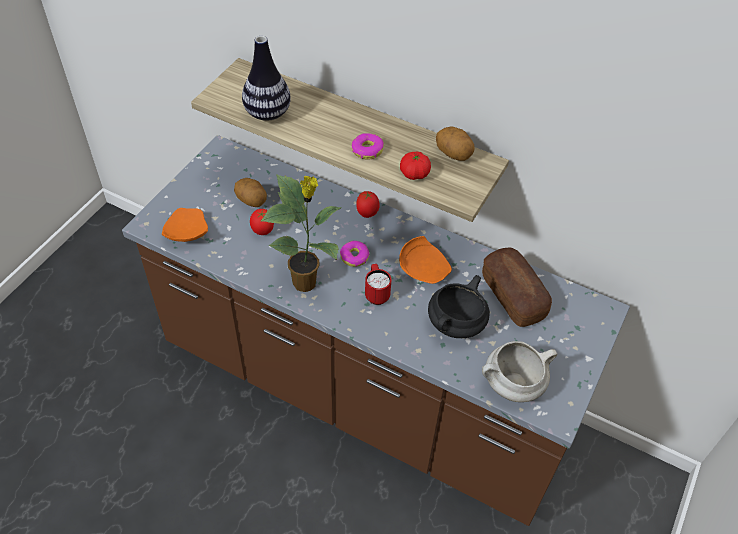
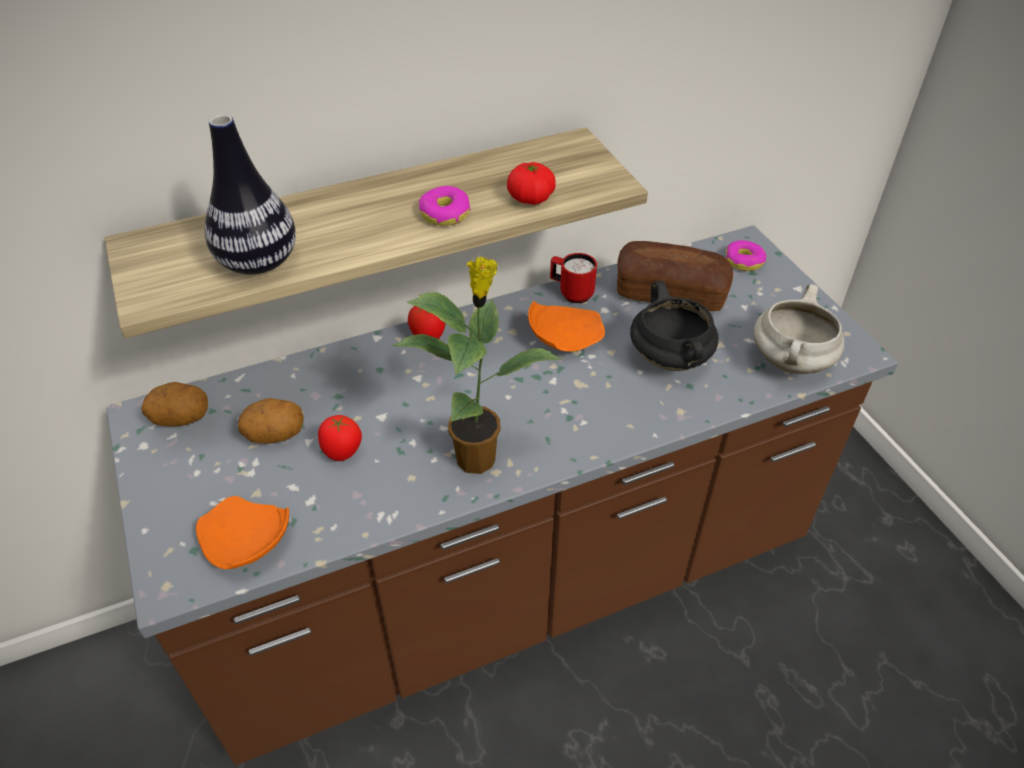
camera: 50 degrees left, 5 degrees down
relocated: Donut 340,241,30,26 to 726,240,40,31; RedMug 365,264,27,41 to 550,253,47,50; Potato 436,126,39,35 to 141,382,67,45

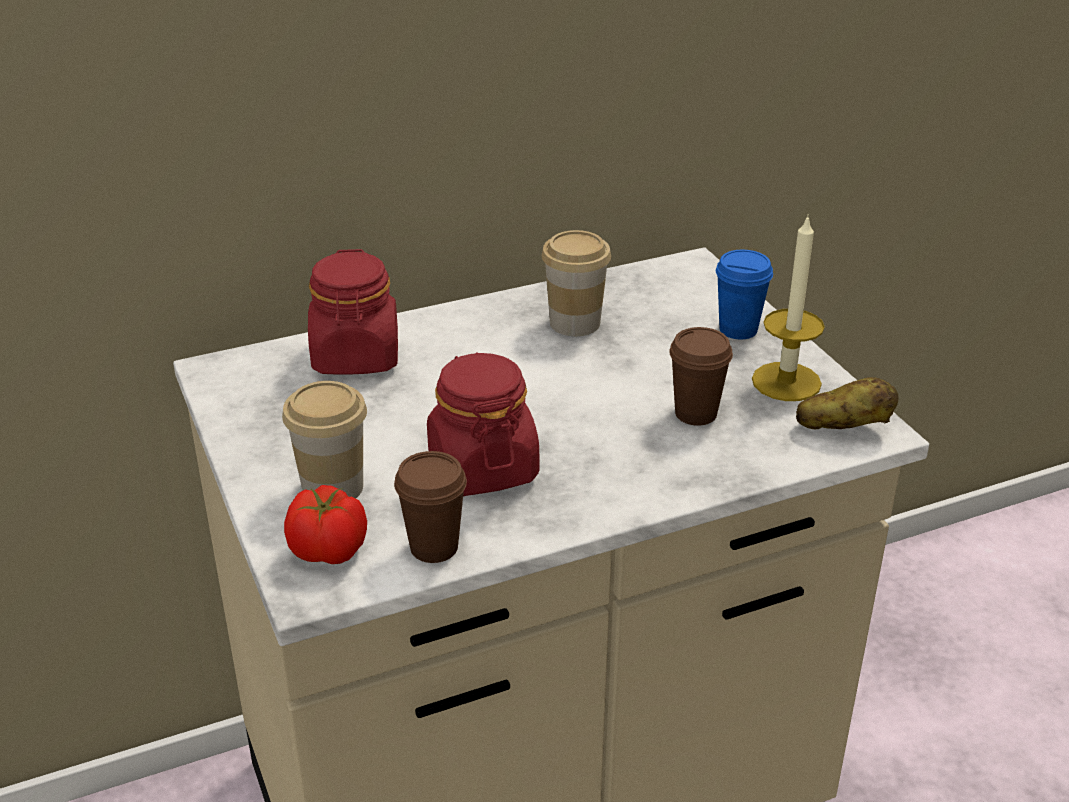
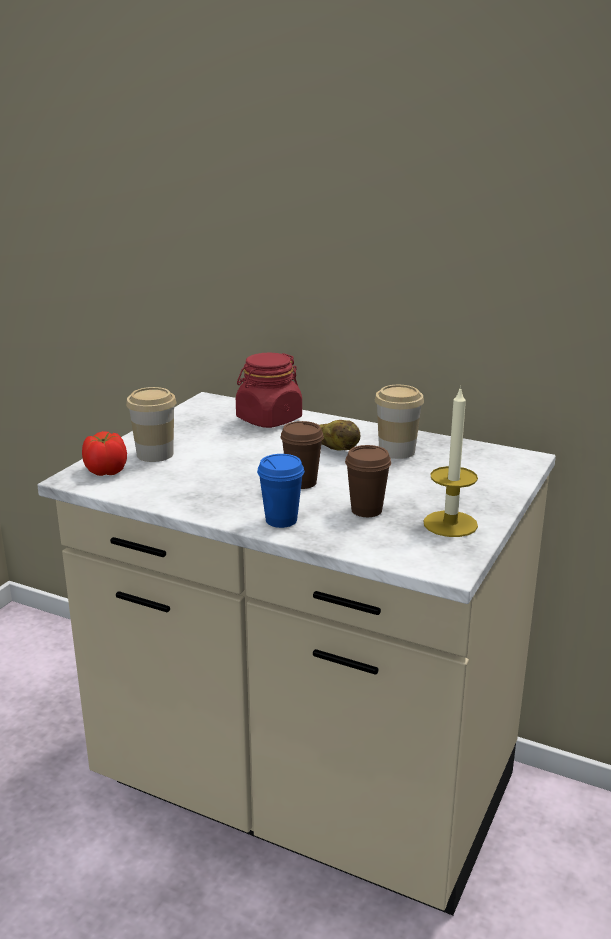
camera: 50 degrees right, 10 degrees down
missing: RedJar 427,352,113,144
relocated: BrownCup 394,451,73,112 to 280,421,44,68; BlueCup 716,250,57,89 to 257,454,47,74; Potato 796,377,102,52 to 319,420,42,30

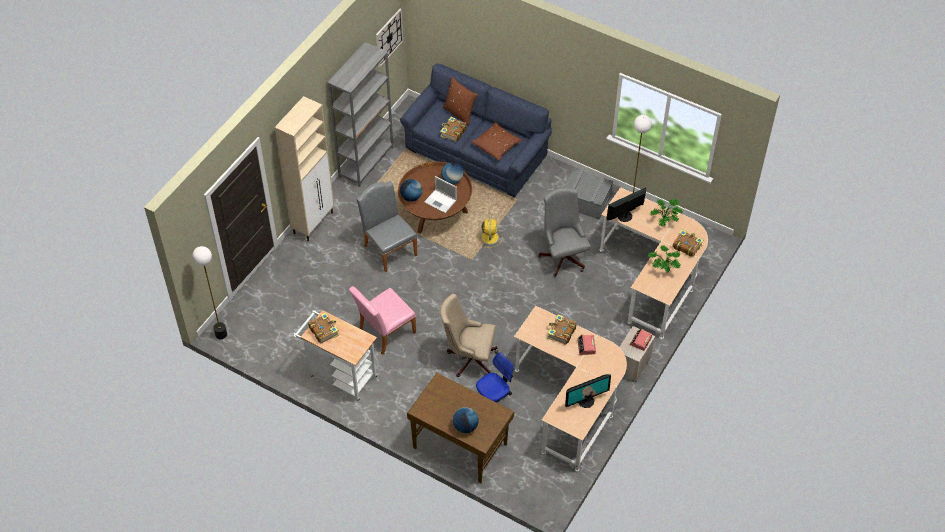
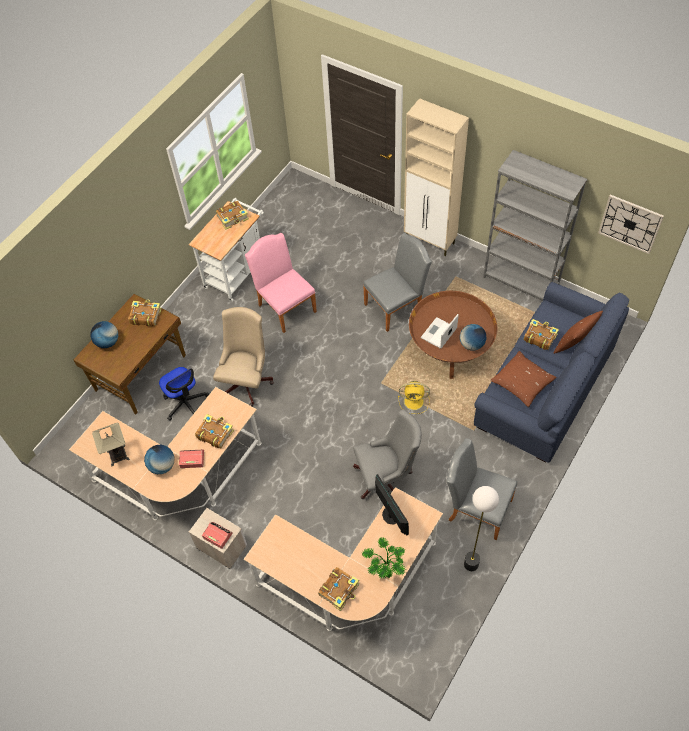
camera: 95 degrees right, 5 degrees up
missing: FloorLamp 192,246,35,93; PottedPlant 648,246,33,26
appeared: Book 128,300,34,27
relocated: Globe 400,179,22,23 to 144,445,31,29
exchanged: GreyStorageBox 564,168,49,52 to GreyChair 446,438,71,102; Monitor 565,374,46,34 to TableLamp 92,422,38,45

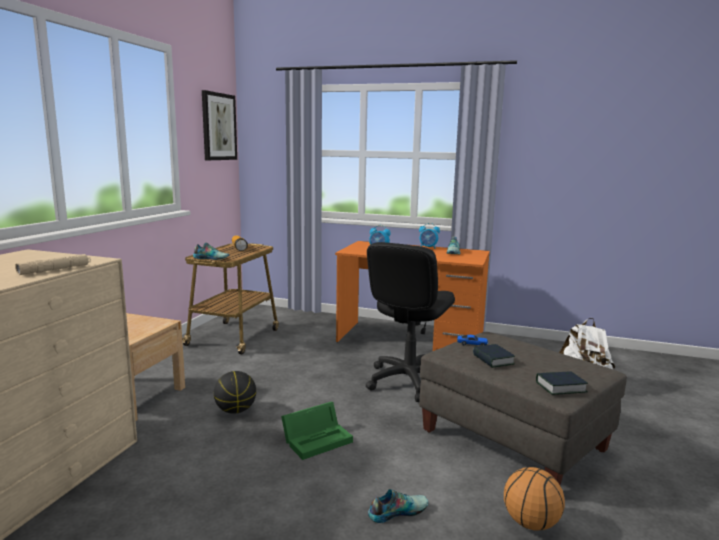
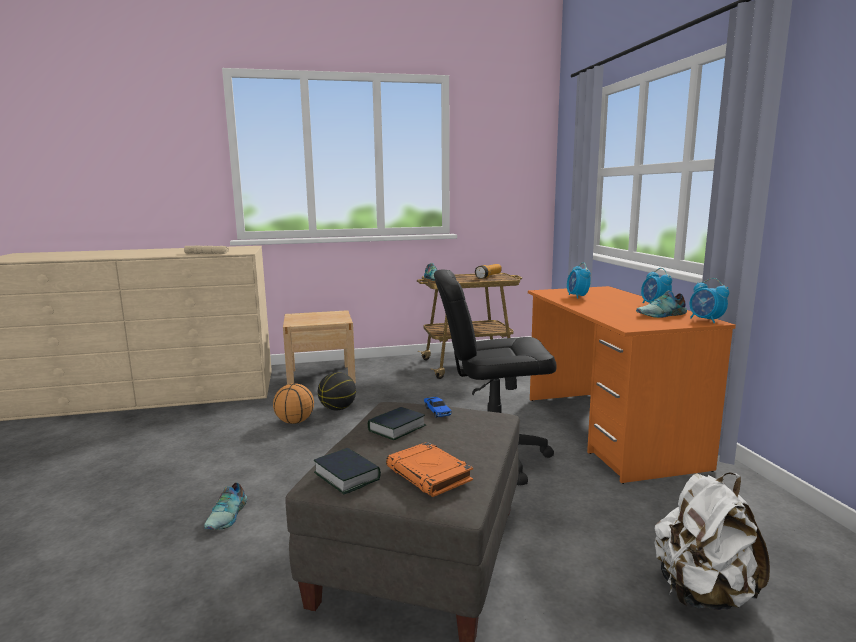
camera: 60 degrees right, 0 degrees up
missing: Picture 202,90,35,70; GreenStorageBox 281,402,72,58
appeared: OrangeBook 386,442,87,55; AlarmClock 690,278,39,45
relocated: Basketball 504,467,61,64 to 273,383,41,41
spun: Shoe 368,489,61,34 = 204,483,43,47 60 degrees clockwise

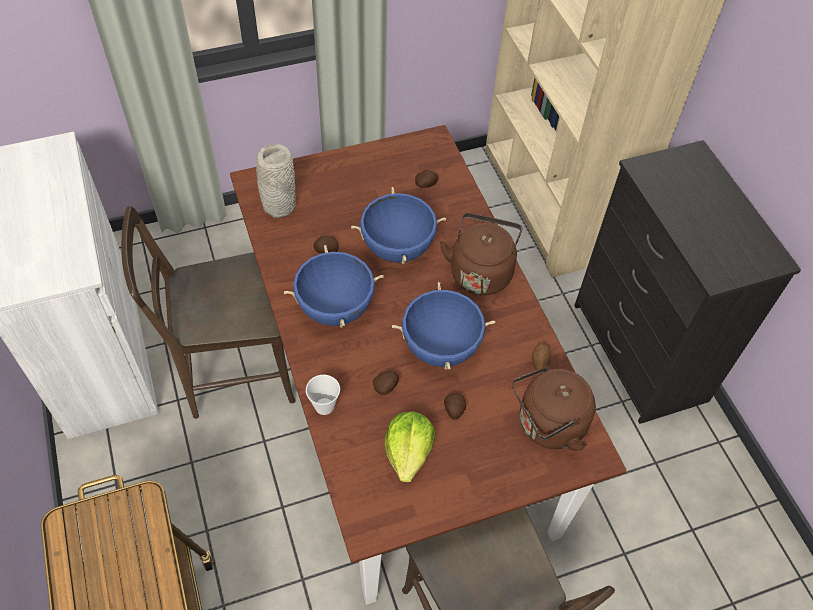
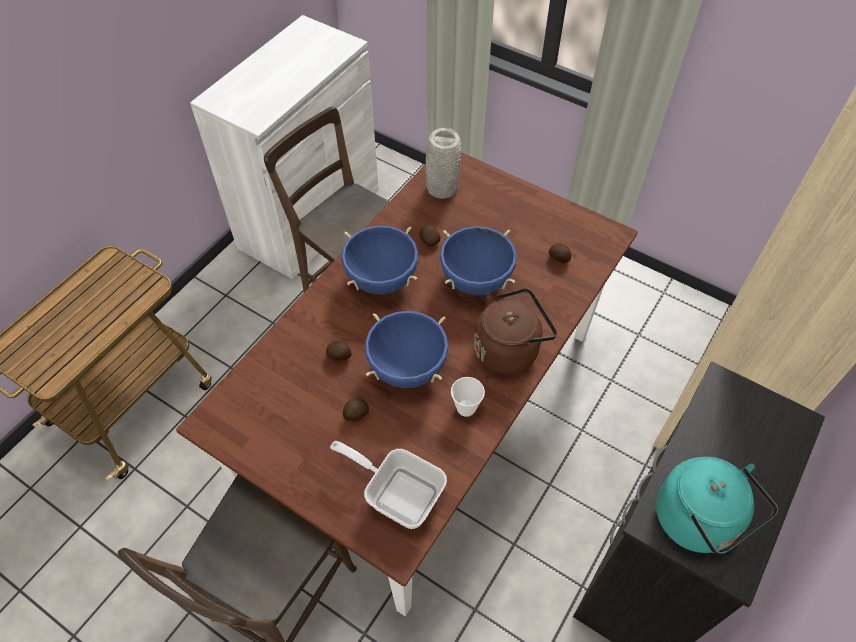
camera: 55 degrees right, 0 degrees up
missing: Lettuce 385,411,50,71; Potato 532,343,19,27
appeared: TurquoiseKettle 656,457,122,97
relocated: Cup 306,375,34,40 to 451,377,34,40
exchanged: BrownKettle 512,366,84,85 to FryingPan 330,441,117,88

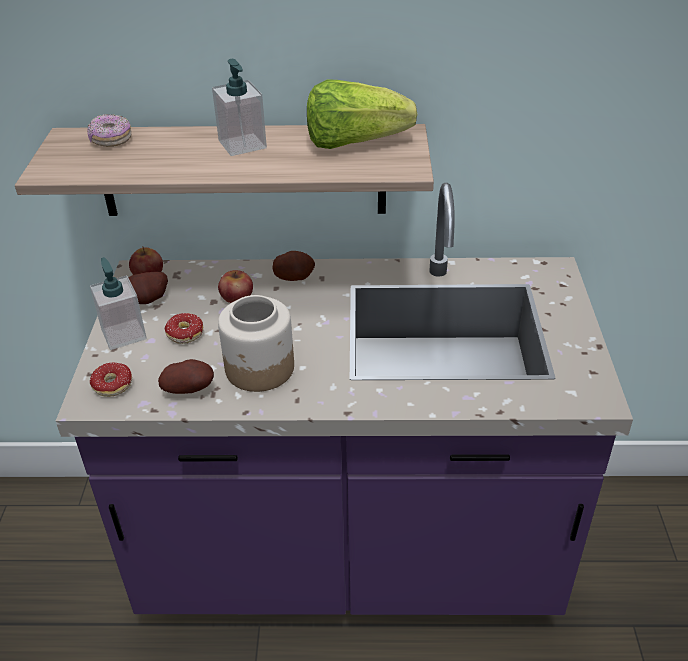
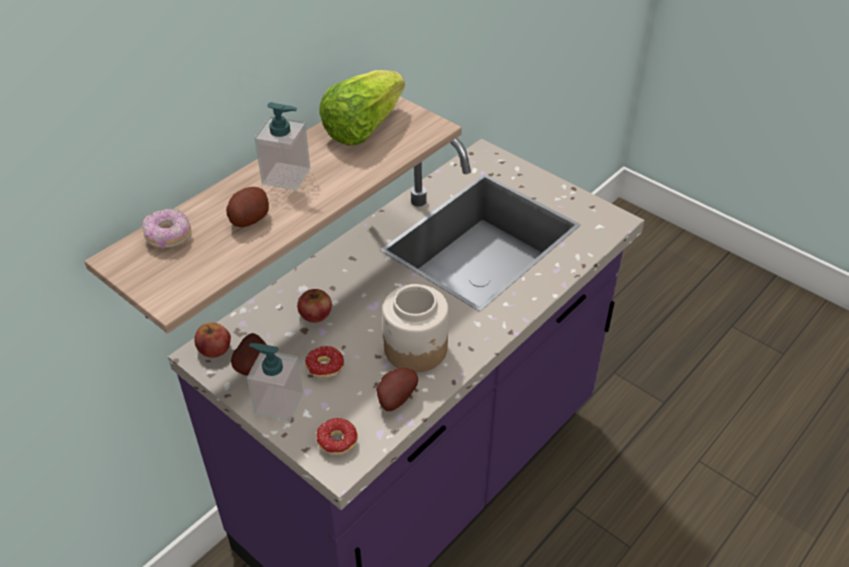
camera: 50 degrees left, 5 degrees up
relocated: Potato 272,251,43,30 to 226,187,43,40

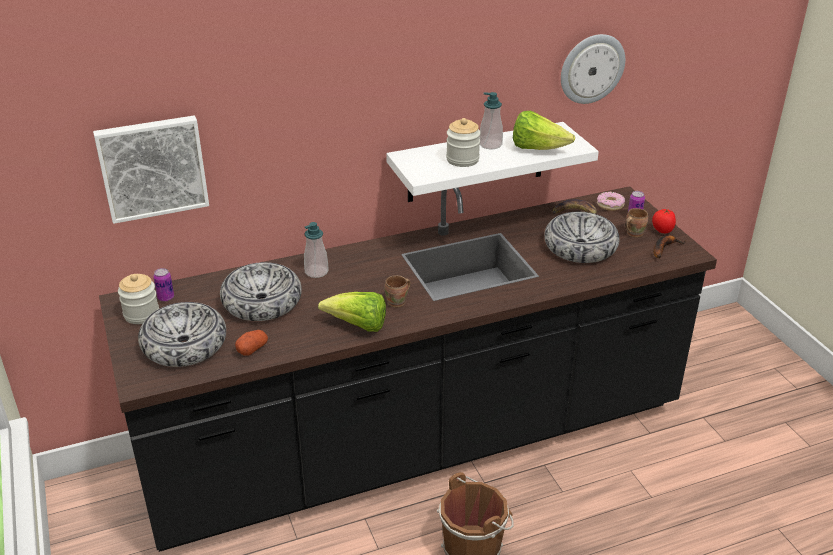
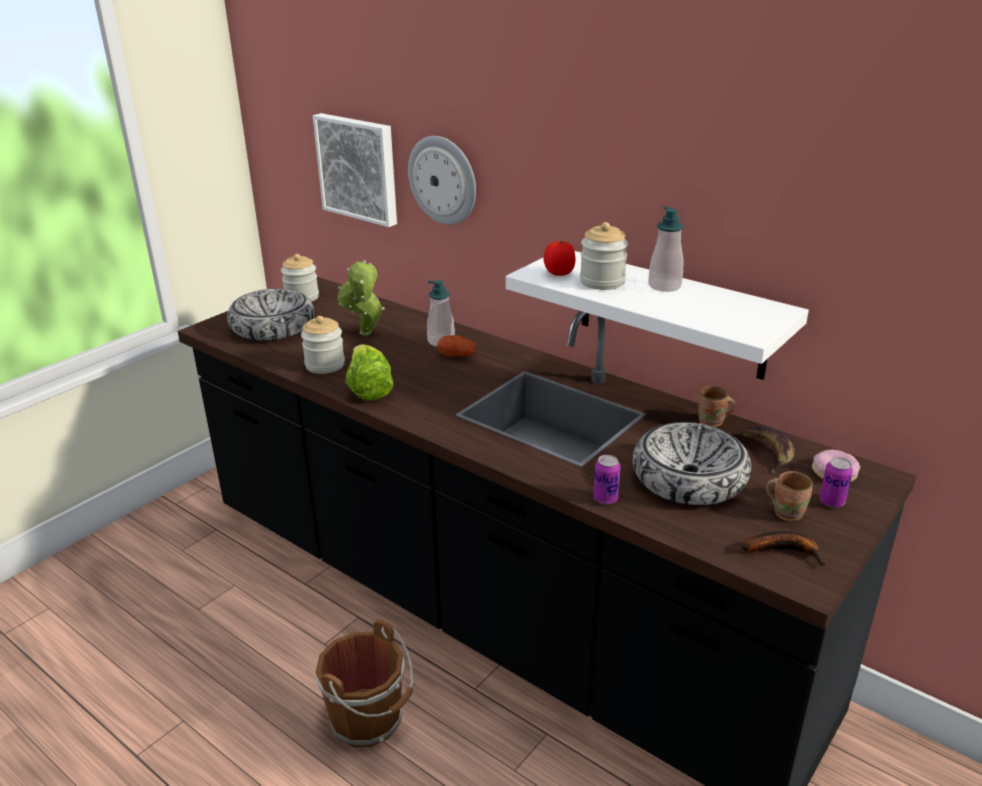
camera: 60 degrees right, 5 degrees down
missing: Lettuce 513,111,62,39
appeared: Jar 301,316,44,58
relocated: Can 153,268,21,33 to 594,455,26,50; Potato 235,330,33,25 to 437,335,39,22; BrownMug 384,275,27,33 to 698,386,38,41; WallClock 561,34,64,70 to 408,136,68,89; Tomato 652,209,24,24 to 544,241,31,35
exchanged: Bowl 220,262,82,59 to PottedPlant 337,260,48,76

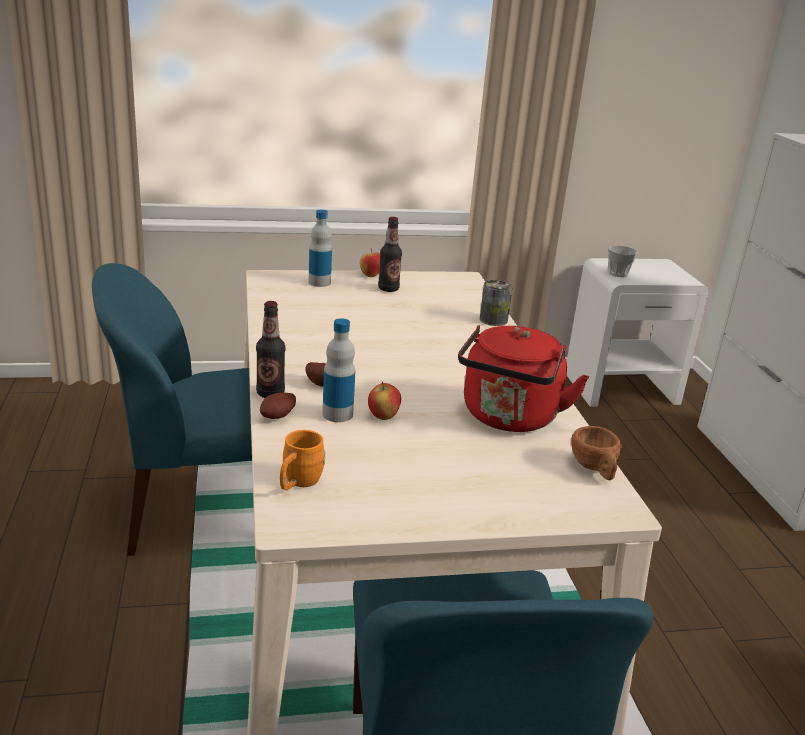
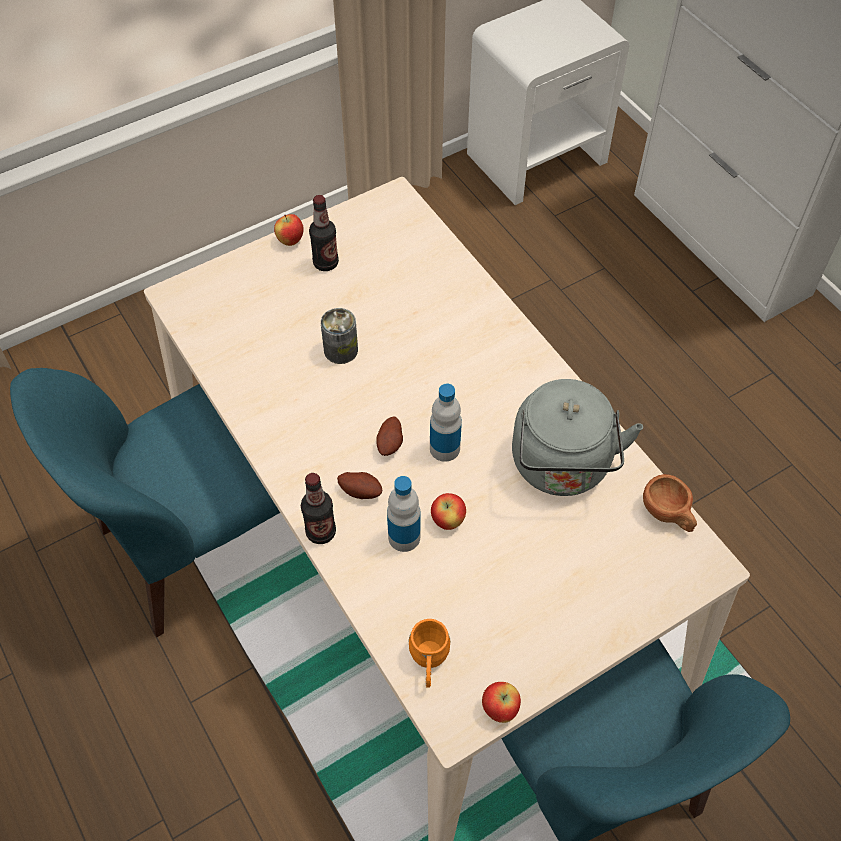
camera: 20 degrees left, 30 degrees up
missing: Cup 608,245,29,32
appeared: Apple 482,682,39,41
relocated: Potato 260,393,36,26 to 376,416,27,40; Bottle 309,210,23,77 to 430,383,32,79; Can 480,280,32,46 to 321,308,37,56
colour: RedKettle 458,325,132,107 to GreyKettle 512,379,131,117

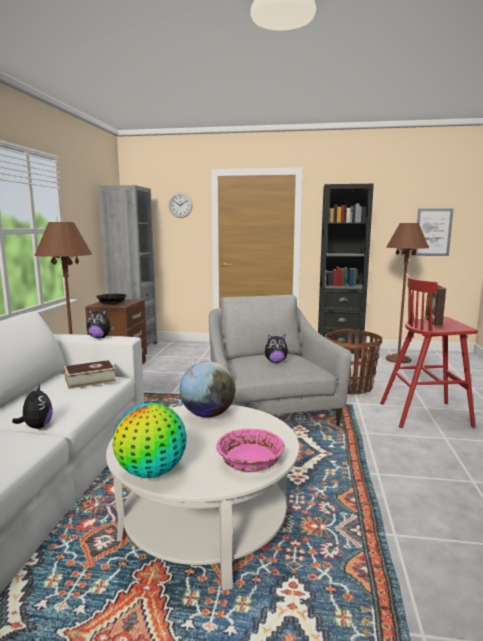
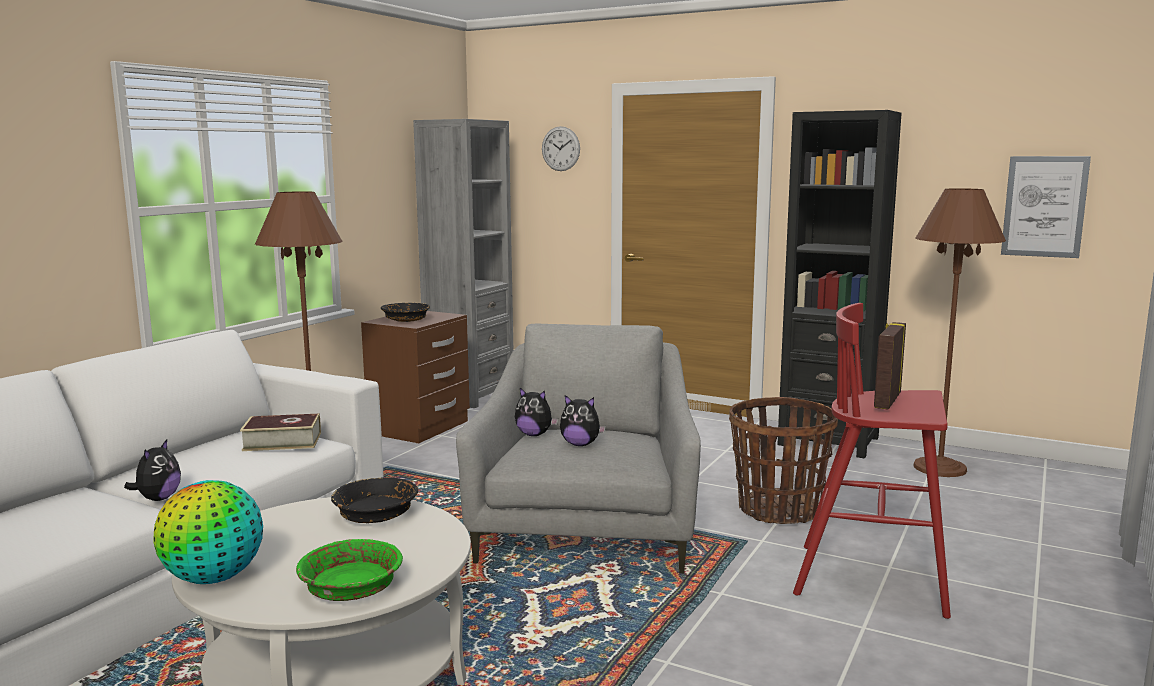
camera: 20 degrees right, 0 degrees up
relocated: PlushToy 86,309,29,29 to 515,388,43,48
exchanged: Globe 180,361,56,57 to BlackBowl 331,477,87,46
colour: PinkBowl 216,429,69,43 to GreenBowl 296,539,107,62

